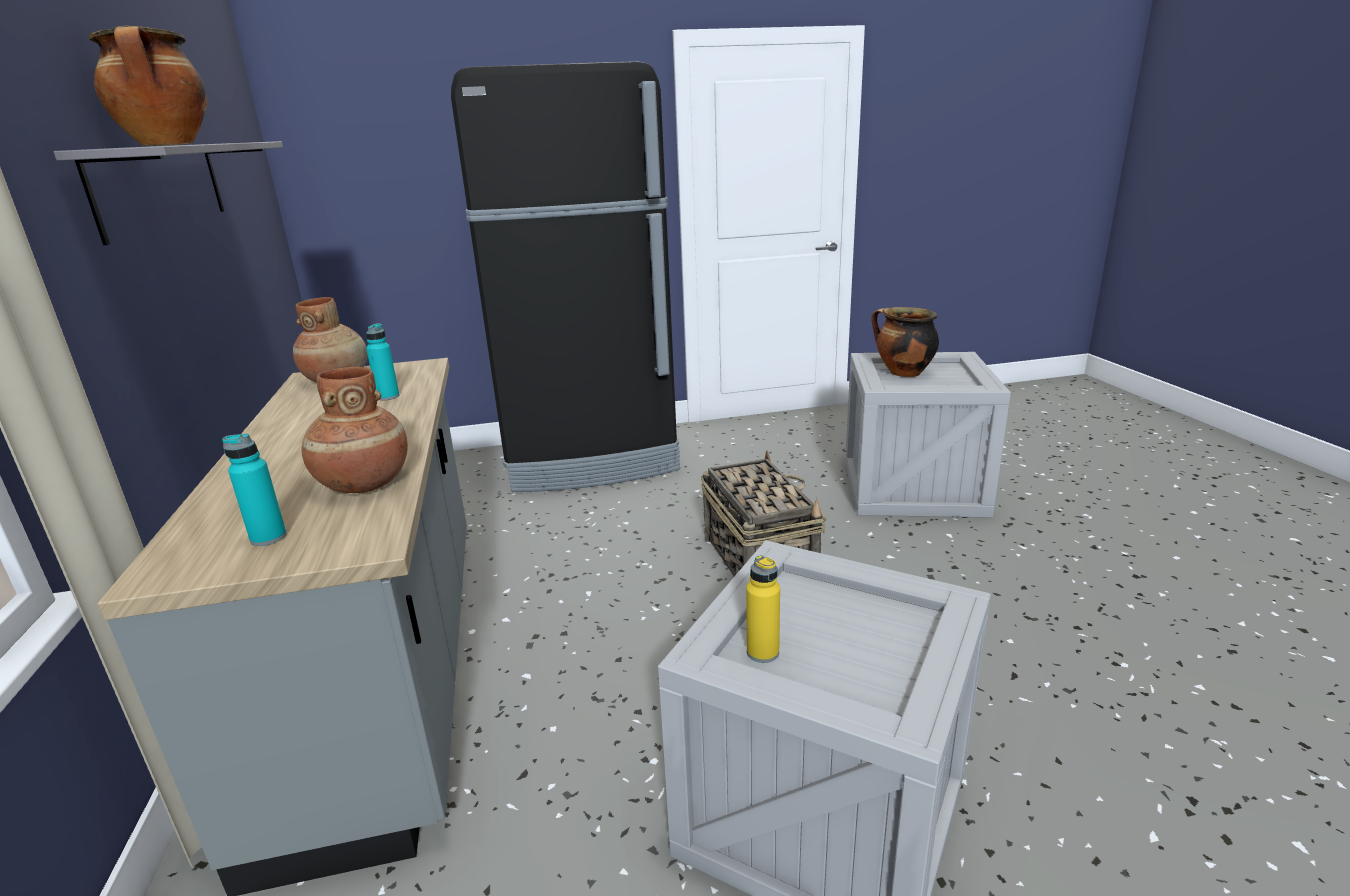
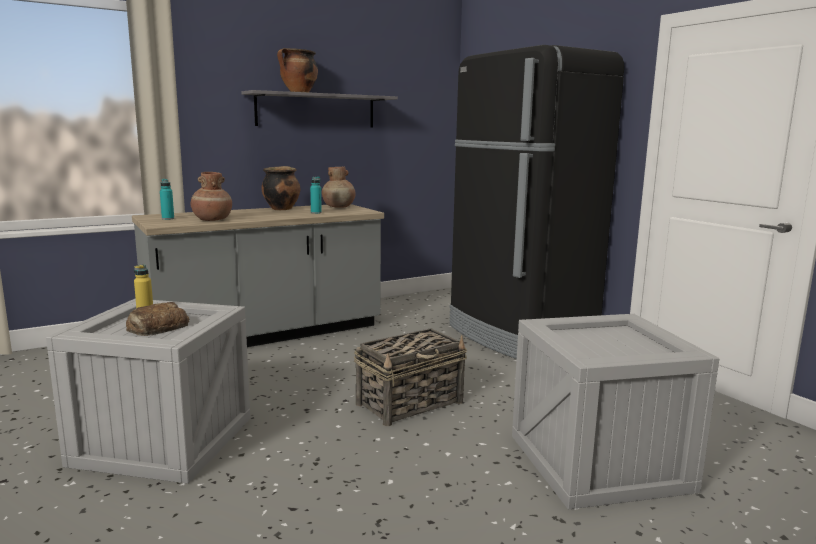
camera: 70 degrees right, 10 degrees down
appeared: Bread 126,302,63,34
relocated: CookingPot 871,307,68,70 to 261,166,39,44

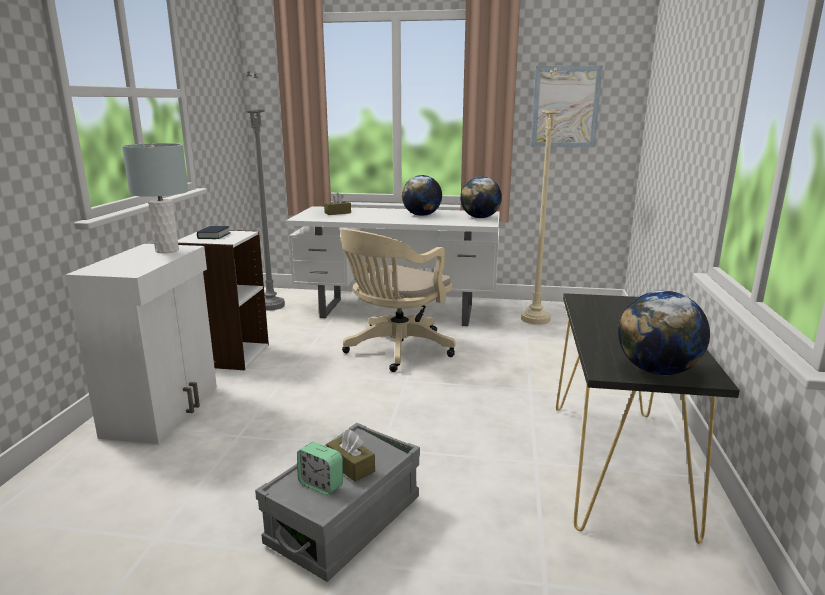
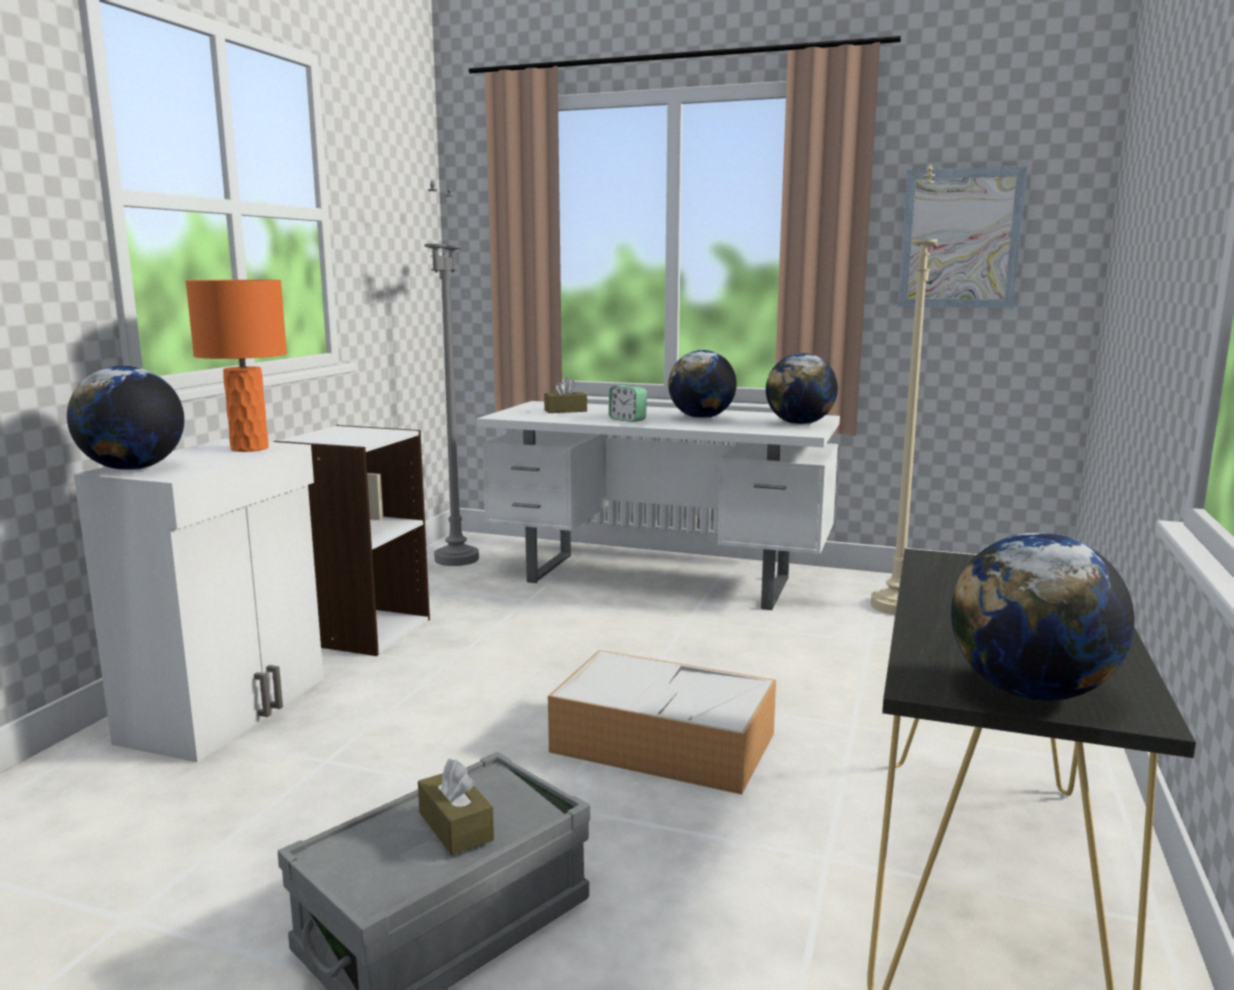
camera: 10 degrees right, 5 degrees down
missing: Book 197,226,34,13; BeigeOfficeChair 340,229,116,143
appeared: Globe 67,366,117,104; StorageBox 548,650,228,145
relocated: AlarmClock 297,442,46,53 to 609,385,38,37
colour: GreyTableLamp 122,143,66,110 to OrangeTableLamp 186,280,101,172

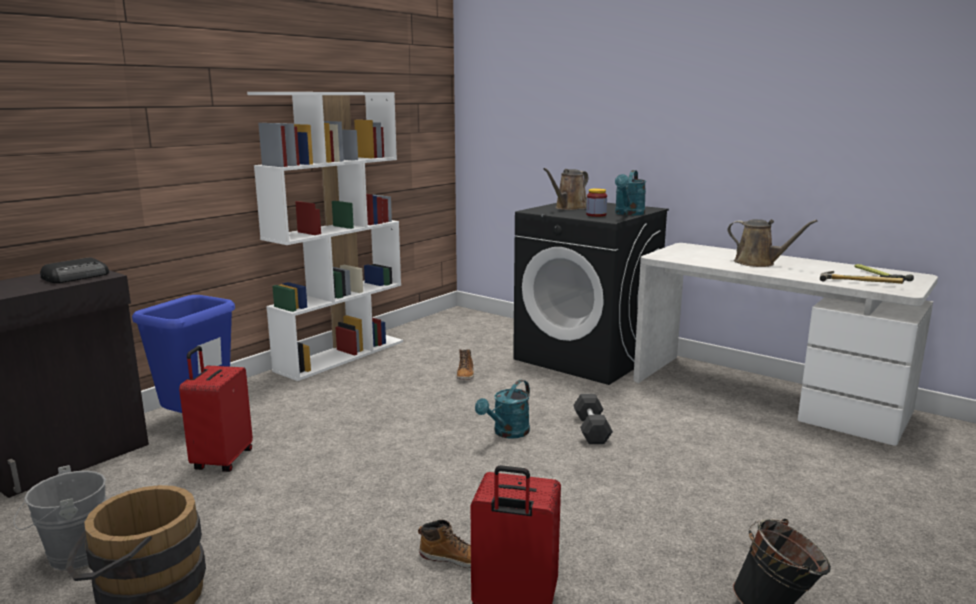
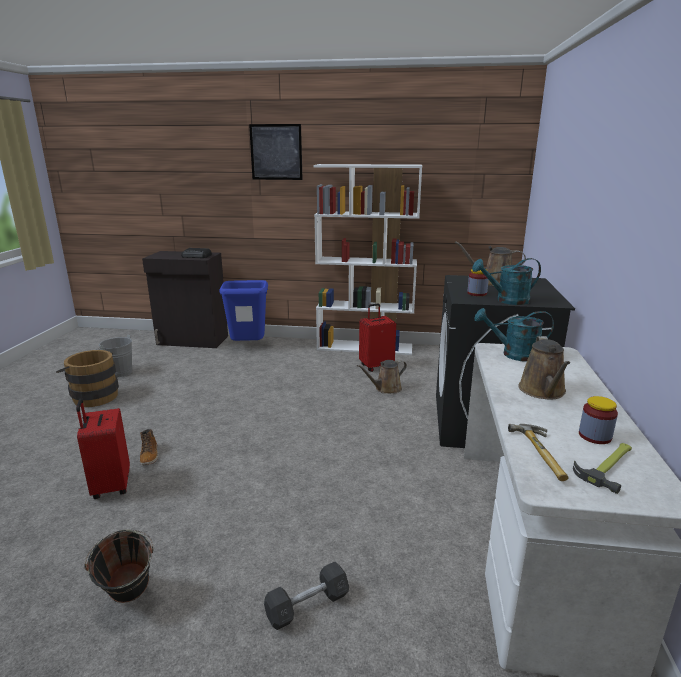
camera: 60 degrees right, 5 degrees up
appeared: Picture 249,124,54,56; Jar 579,396,39,48
relocated: RedSuitcase 179,346,74,126 to 359,304,37,68; TurquoiseWateringCan 475,380,55,59 to 474,308,80,54; GreyDumbbell 573,394,40,50 to 264,562,85,68
exchanged: Boot 457,349,17,31 to BrownWateringCan 357,360,50,34

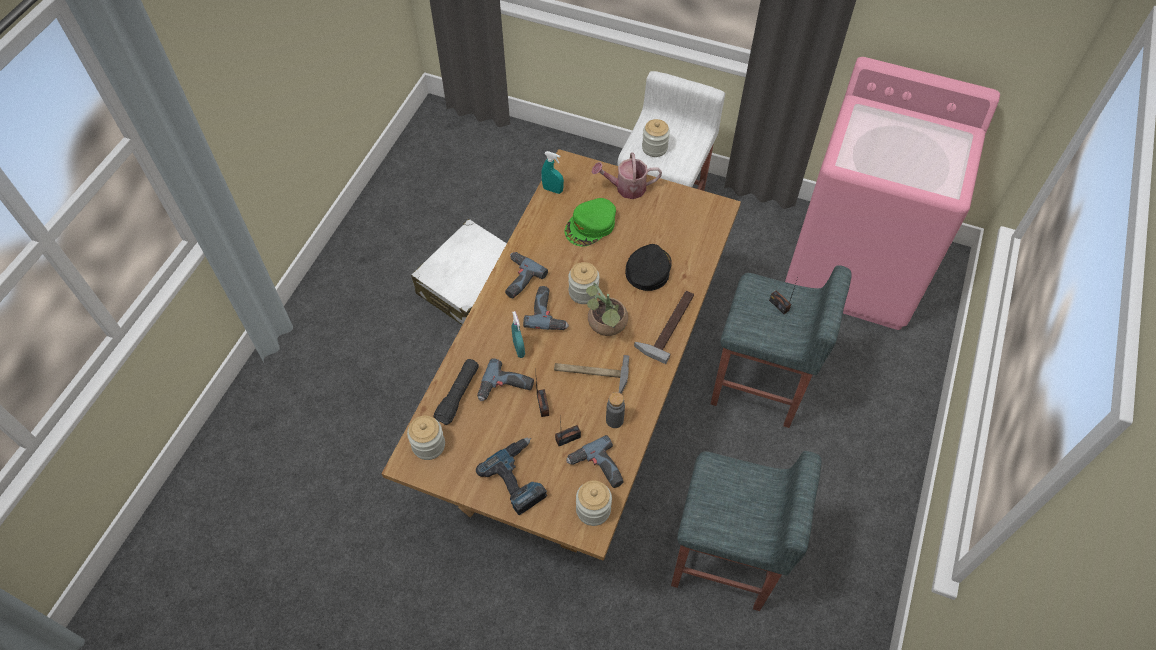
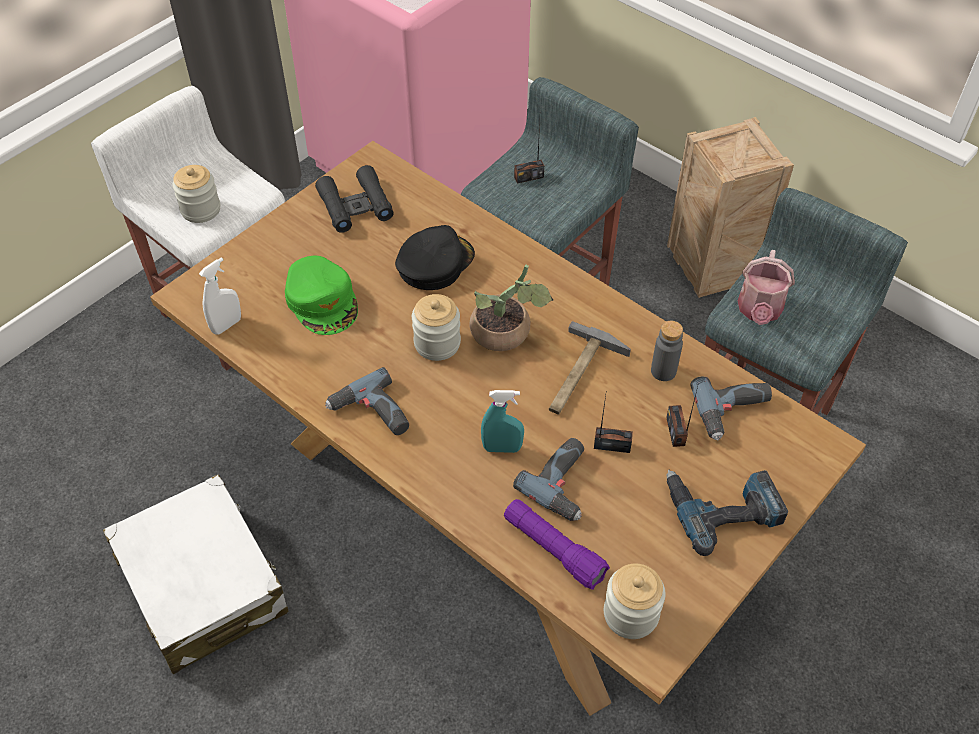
camera: 70 degrees left, 5 degrees down
missing: PowerDrill 523,286,46,44; Jar 576,481,36,45; Hammer 634,291,60,73
appeared: BlackBinoculars 315,165,79,68; Crate 667,117,127,181
relocated: WateringCan 592,152,70,47 to 737,250,58,75
colour: BlackFlashlight 434,359,45,66 to PurpleFlashlight 504,499,106,91; TurquoiseSprayBottle 541,151,23,43 to WhiteSprayBottle 199,257,42,78
spun: BlackCap 625,244,47,47 = 395,225,80,65 90 degrees clockwise

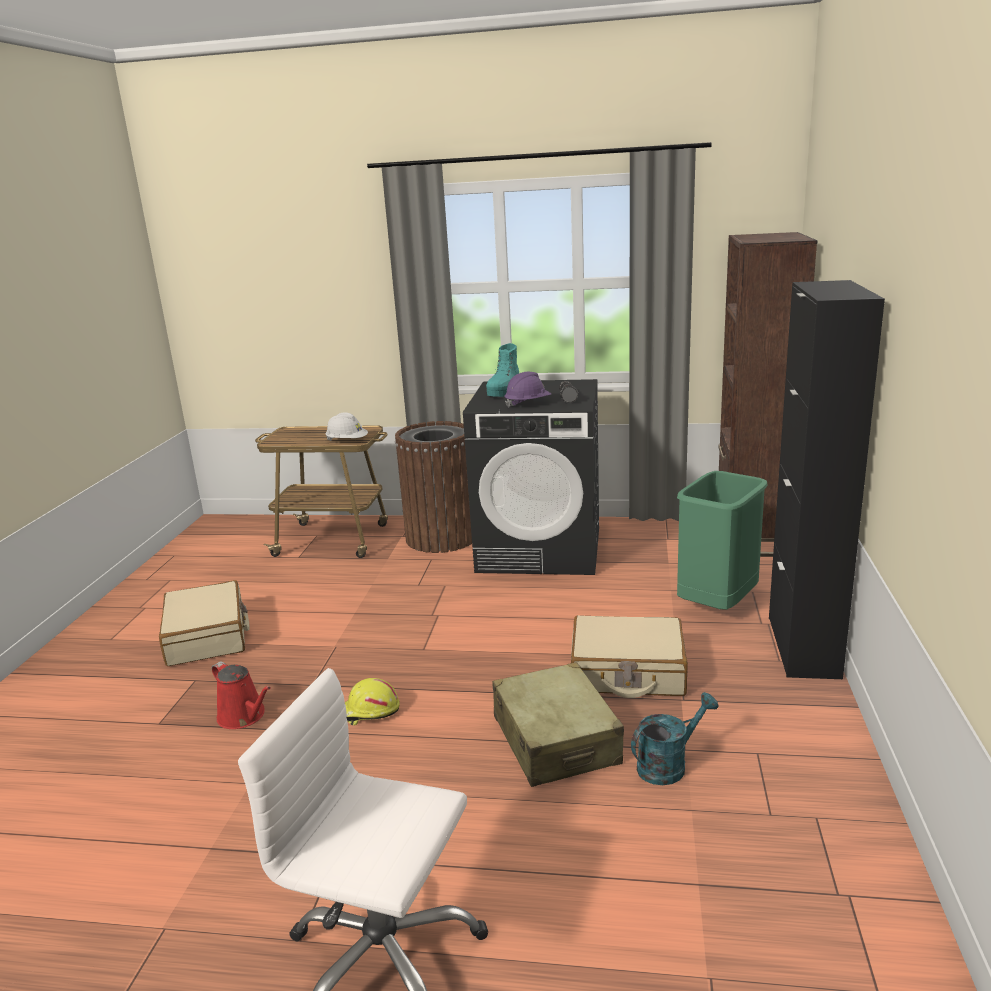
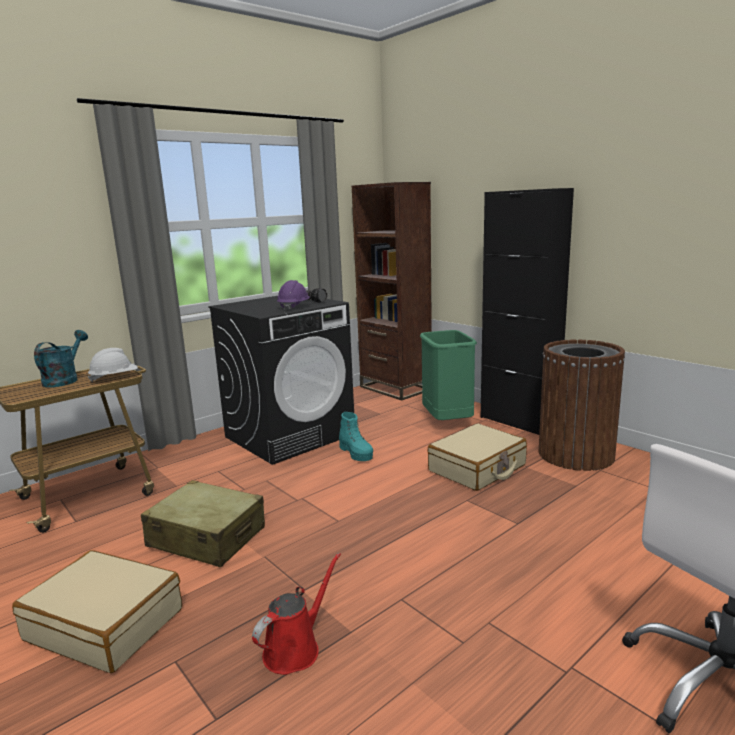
camera: 50 degrees left, 5 degrees down
missing: YellowHardHat 345,678,55,47
relocated: BrownTrashCan 395,421,77,132 to 539,340,86,131; TurquoiseBoot 486,343,33,54 to 339,412,34,49; BeigeSuitcase 492,662,132,125 to 141,480,124,87; TurquoiseWateringCan 631,692,87,93 to 34,330,54,58
spun: RedWateringCan 212,661,59,68 = 252,553,89,122 45 degrees counterclockwise

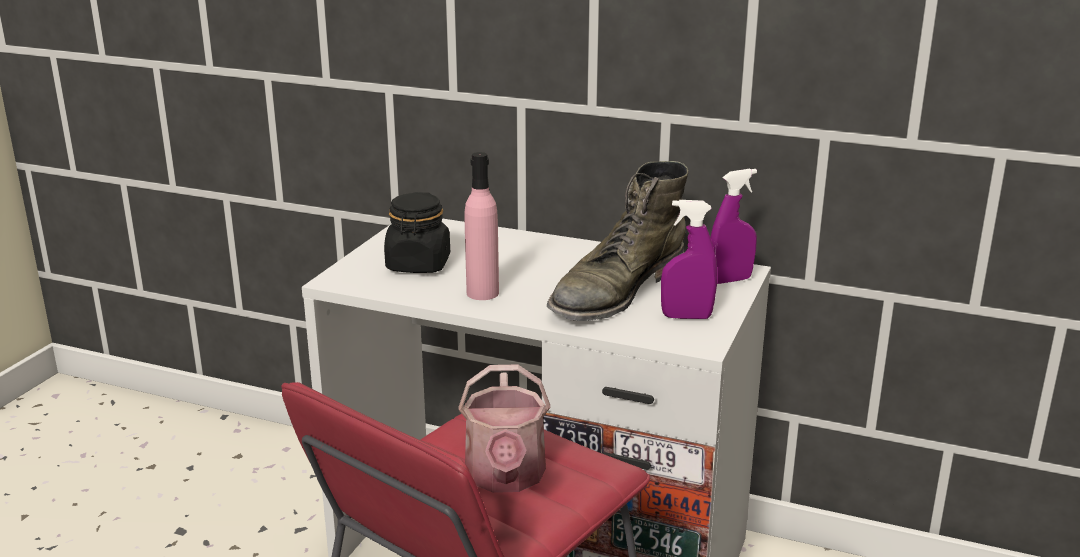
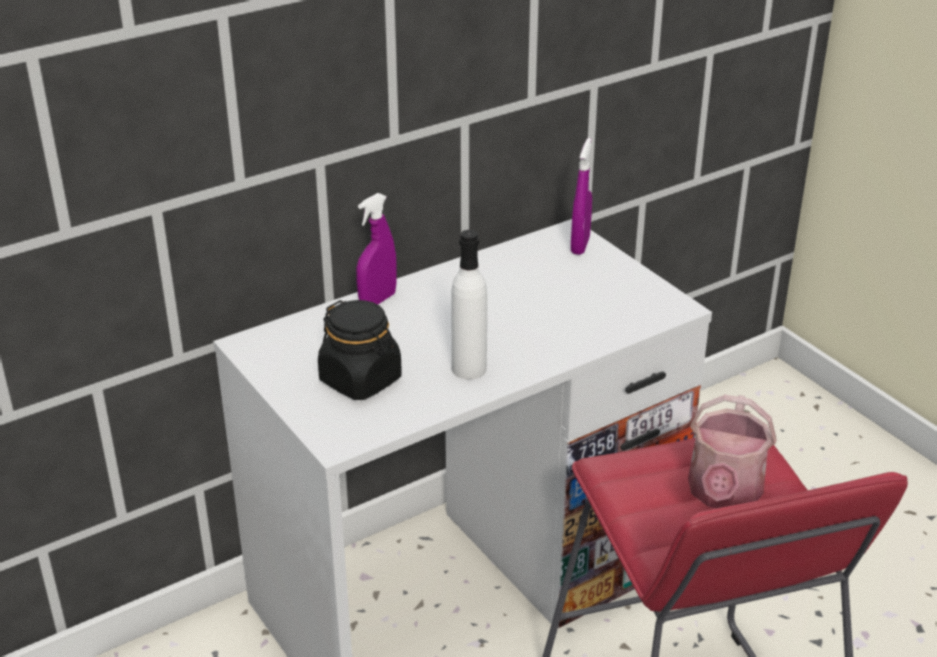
camera: 55 degrees left, 10 degrees up
missing: GreenBoot 547,161,142,160
relocated: PurpleSprayBottle 661,200,56,119 to 356,193,41,111
colour: PinkBottle 465,152,34,148 to WhiteBottle 451,230,36,150
spun: WateringCan 458,364,92,129 = 688,395,89,113 75 degrees clockwise

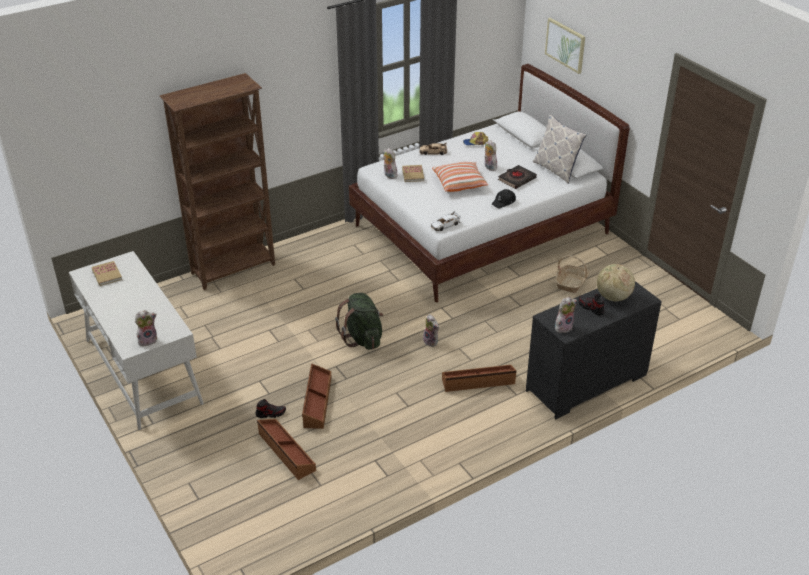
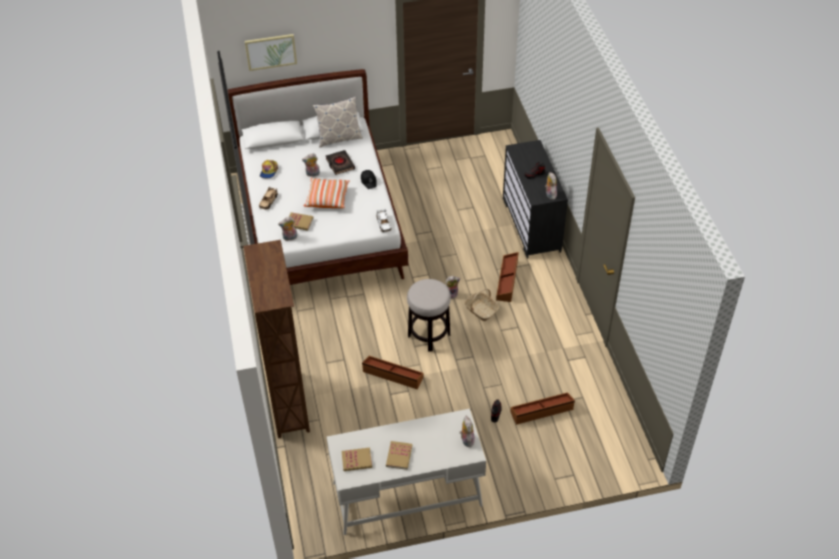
camera: 70 degrees left, 10 degrees up
missing: Globe 597,264,38,37
appeared: Book 386,441,26,29
relocated: BrownStorageBox 302,364,30,65 to 362,356,62,34; Basket 555,255,34,38 to 465,288,34,33
exchanged: GreenBackpack 335,293,48,57 to Stool 407,279,44,73

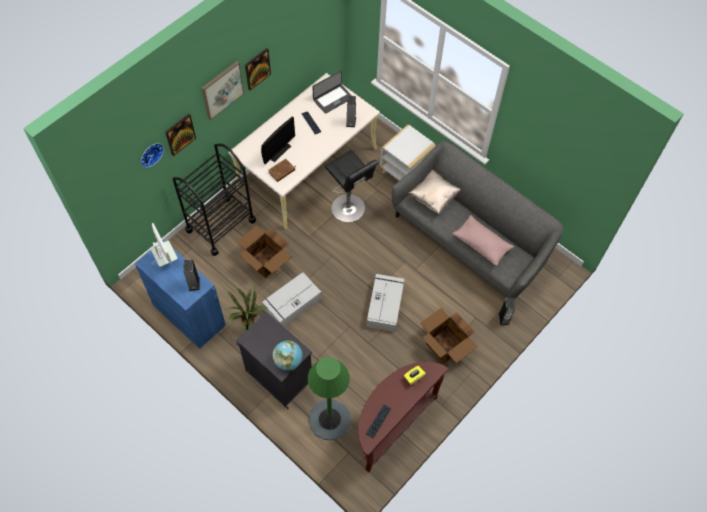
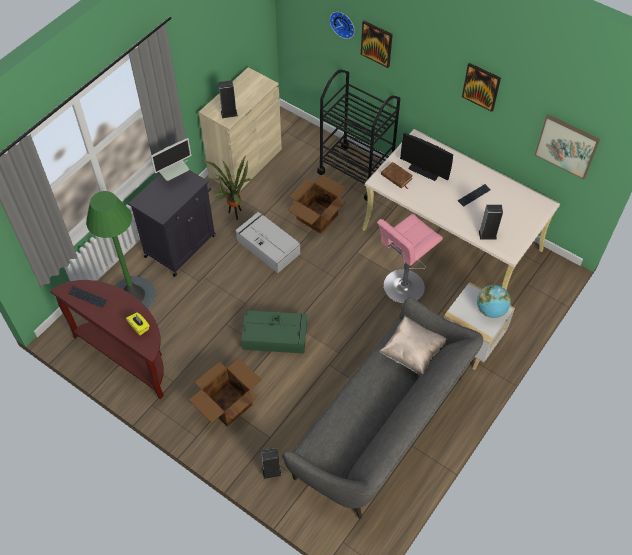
camera: 85 degrees right, 5 degrees down
missing: Laptop 312,71,40,43; PinkPillow 452,215,62,51
relocated: Monitor 150,223,28,44 to 151,138,40,43; Picture 201,61,43,59 to 534,114,66,66; Globe 272,341,31,30 to 477,285,34,33
colour: BlueCabinet 135,240,91,108 to BeigeCabinet 199,67,83,124; BlackStool 325,150,53,72 to PinkStool 377,214,66,90; GreyStorageBox 367,274,38,58 to GreenStorageBox 241,310,66,43

